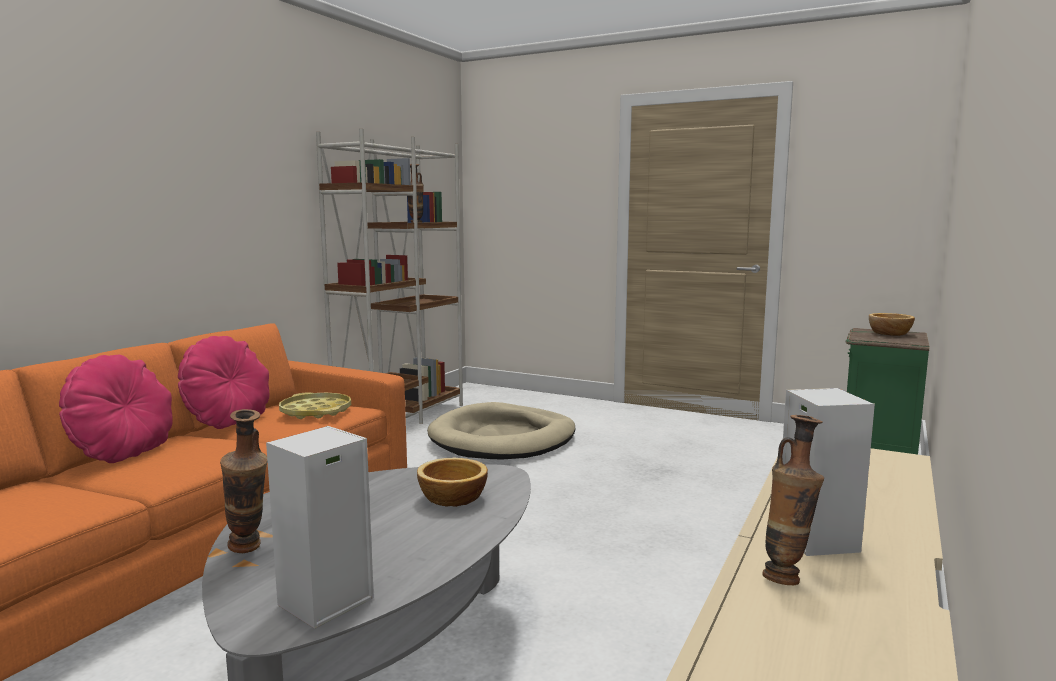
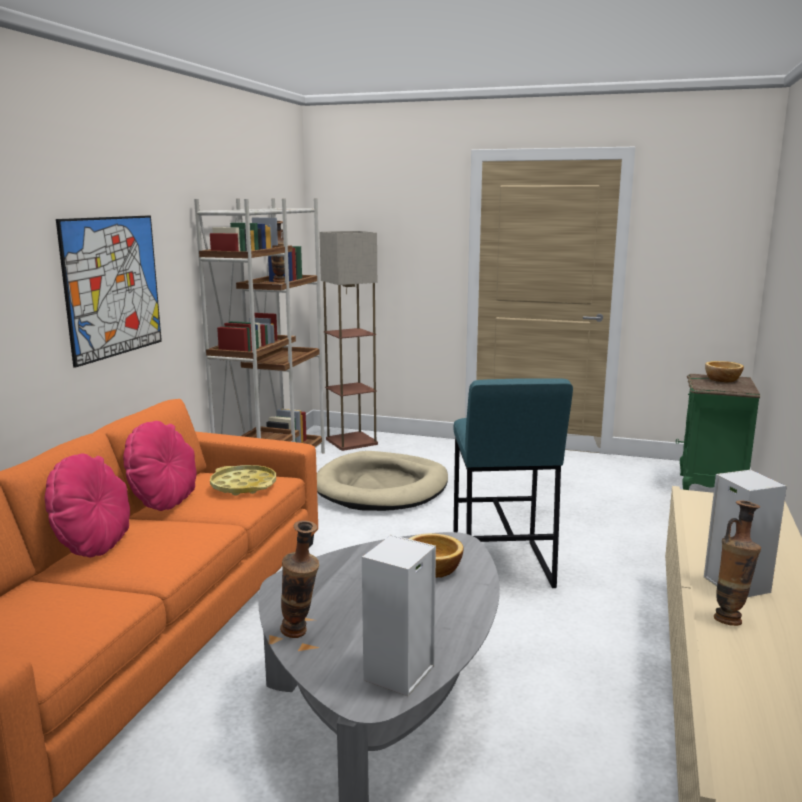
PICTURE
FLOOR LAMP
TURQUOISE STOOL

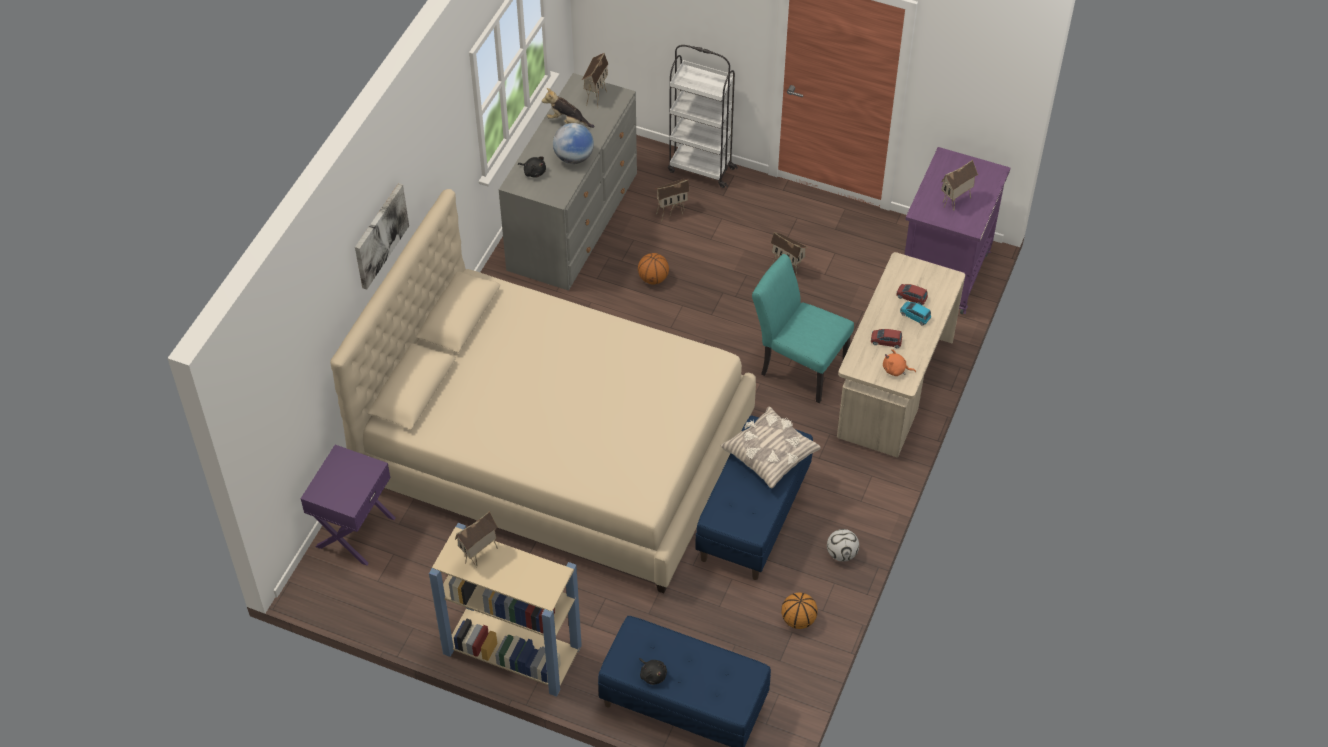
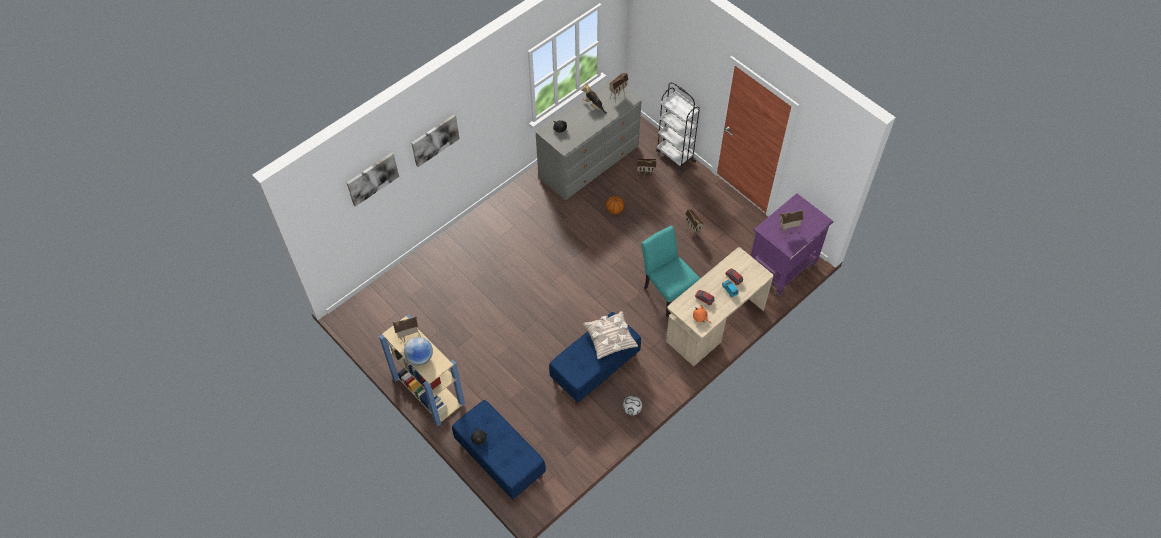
PURPLE NIGHTSTAND
BEIGE BED
BASKETBALL (2nd from left in the first image)
PICTURE (1st from left)
GLOBE

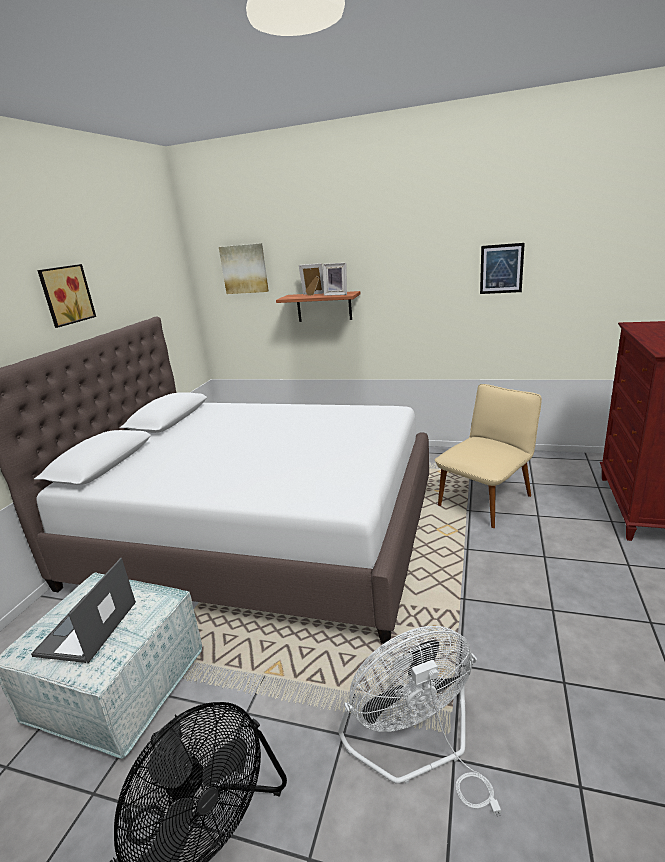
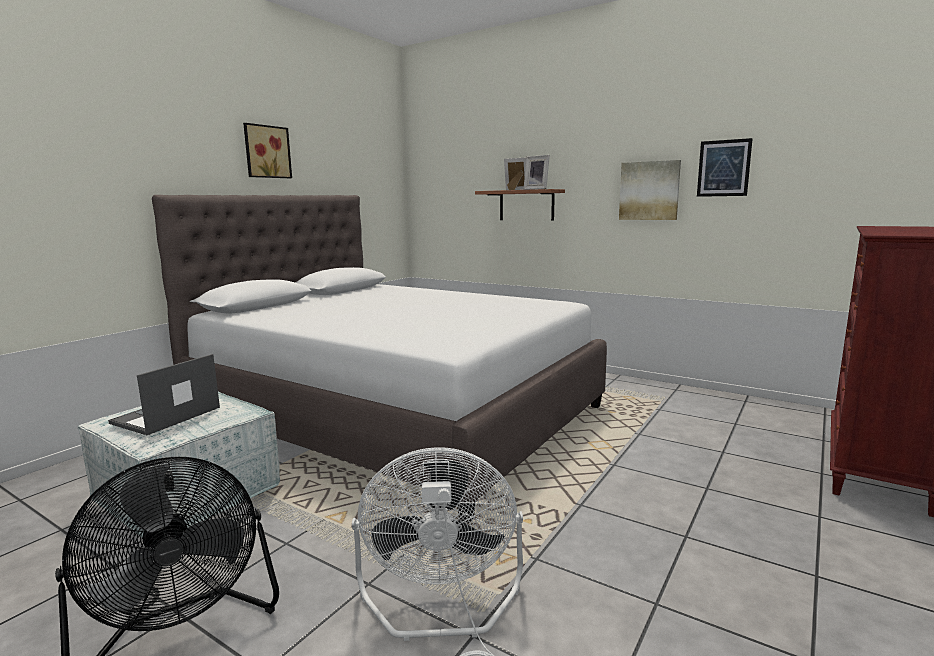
BEIGE CHAIR
PICTURE (2nd from left)

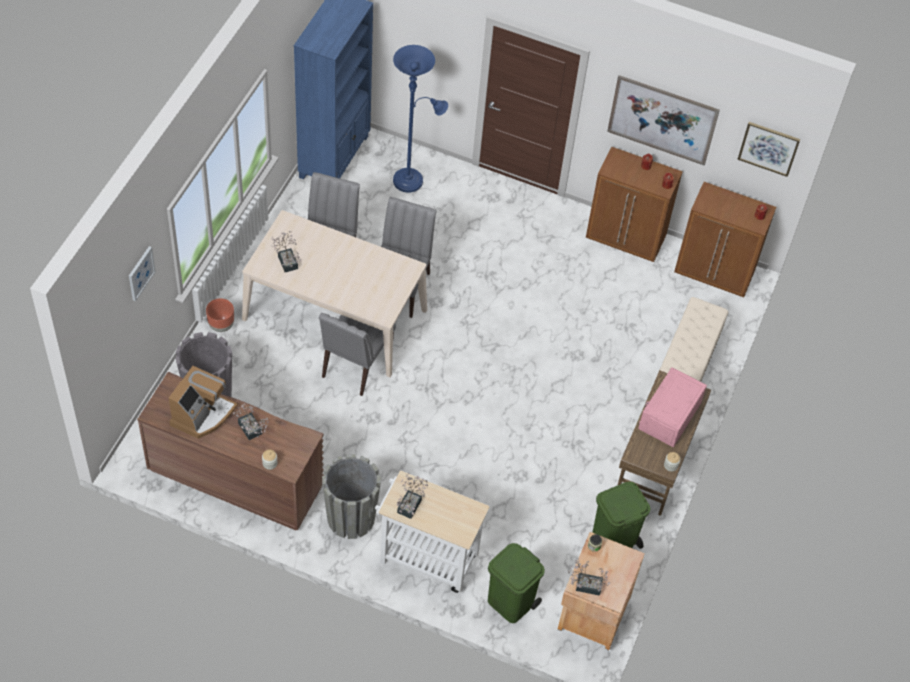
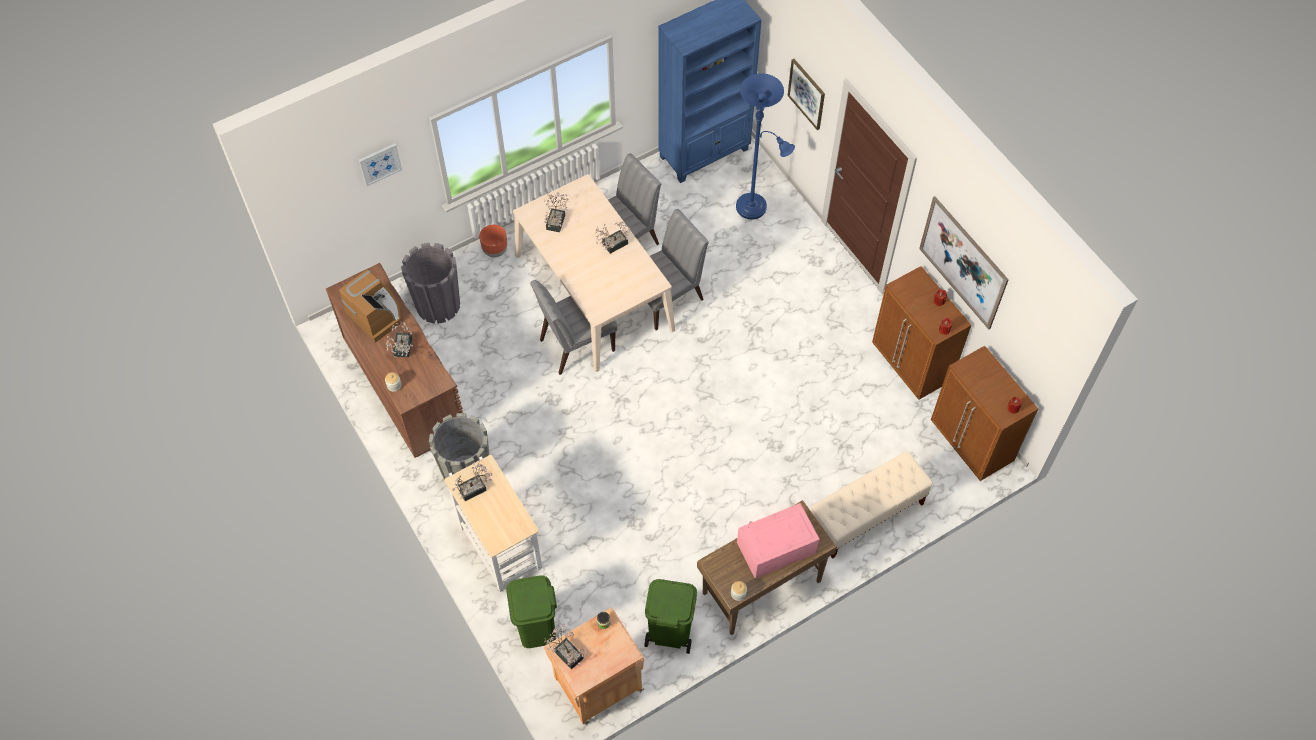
POTTED PLANT (5th from left)
PICTURE (2nd from left)
COFFEE MACHINE

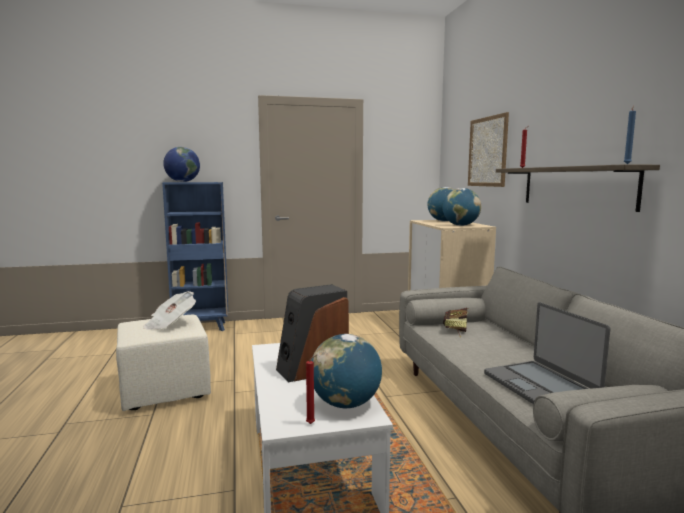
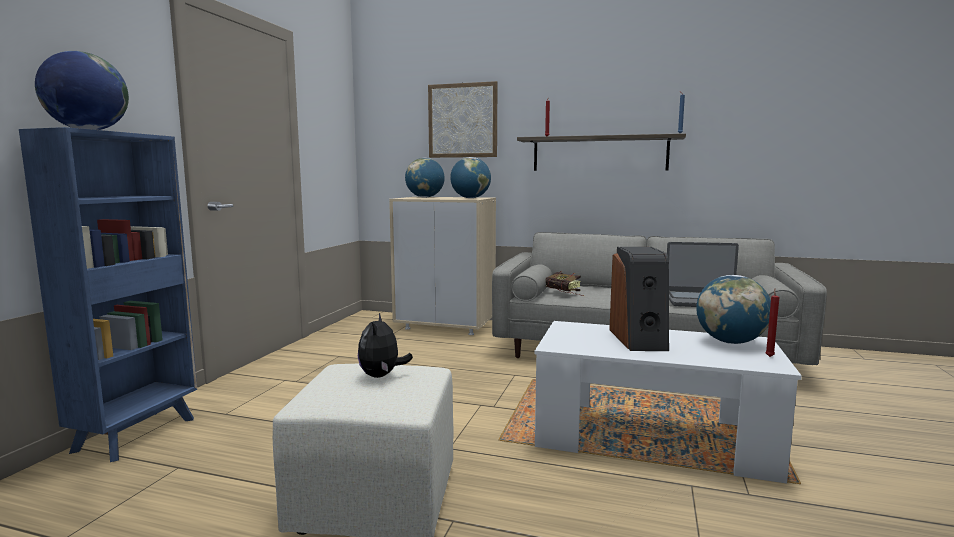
PLUSH TOY

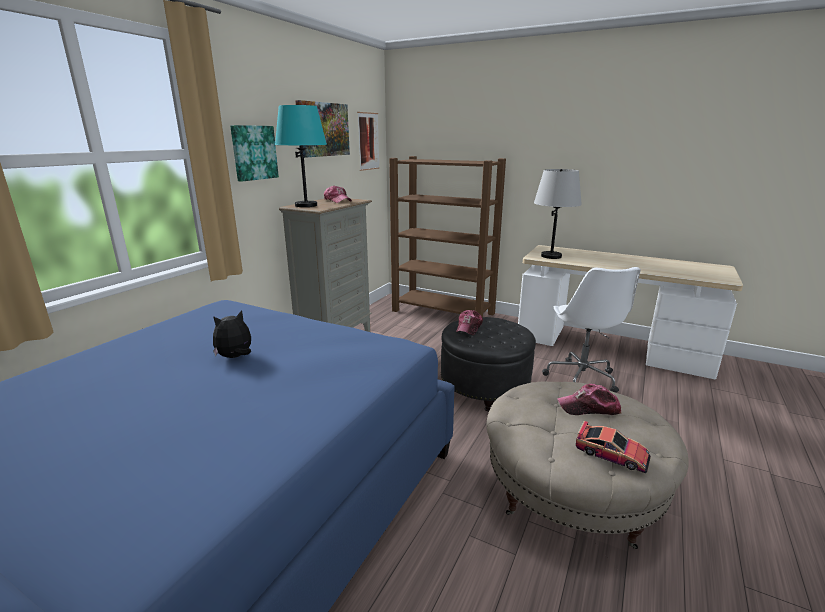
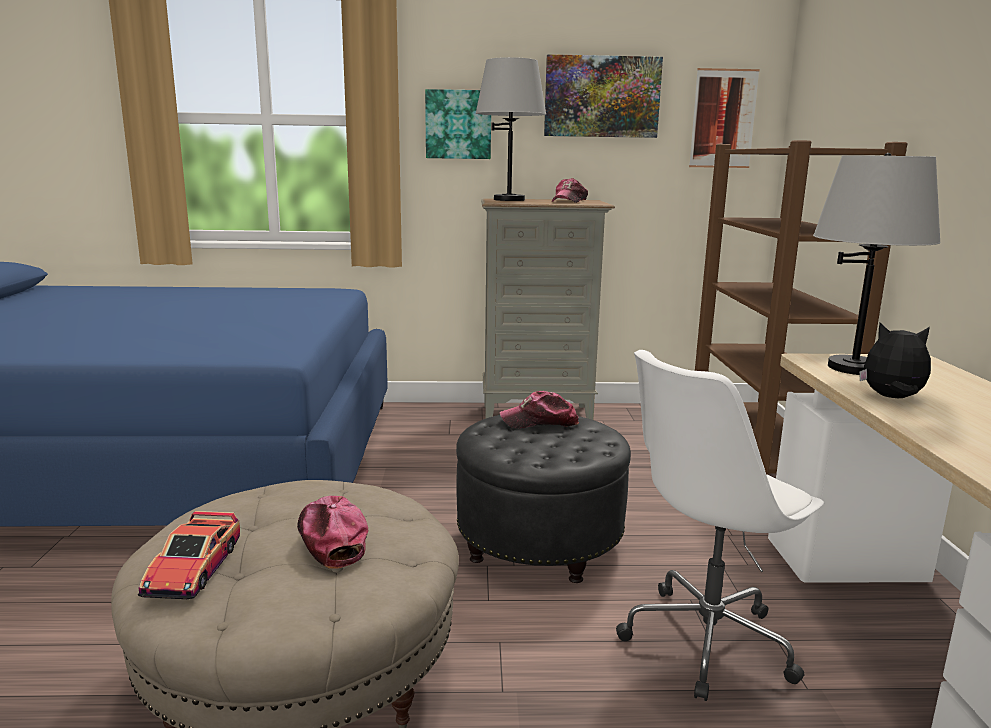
PLUSH TOY
GREY TABLE LAMP (1st from left)

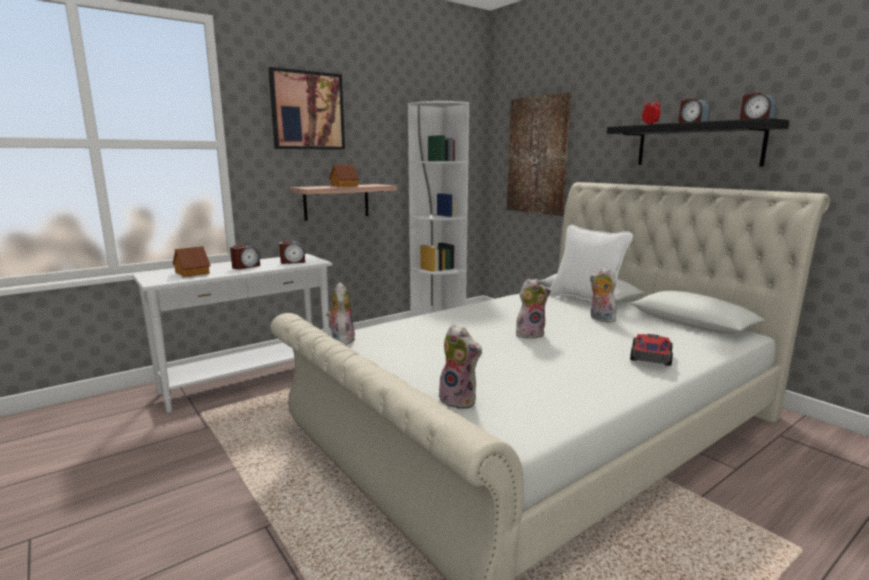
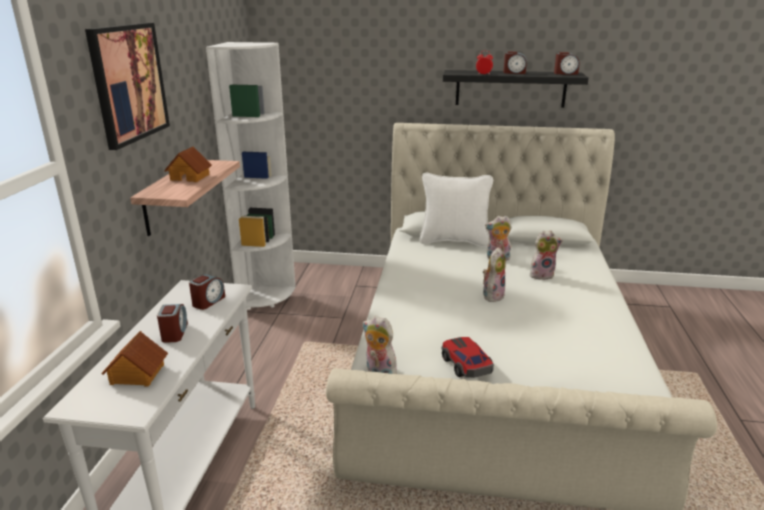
PICTURE (2nd from left in the first image)
PLUSH TOY (4th from left)
TOY CAR

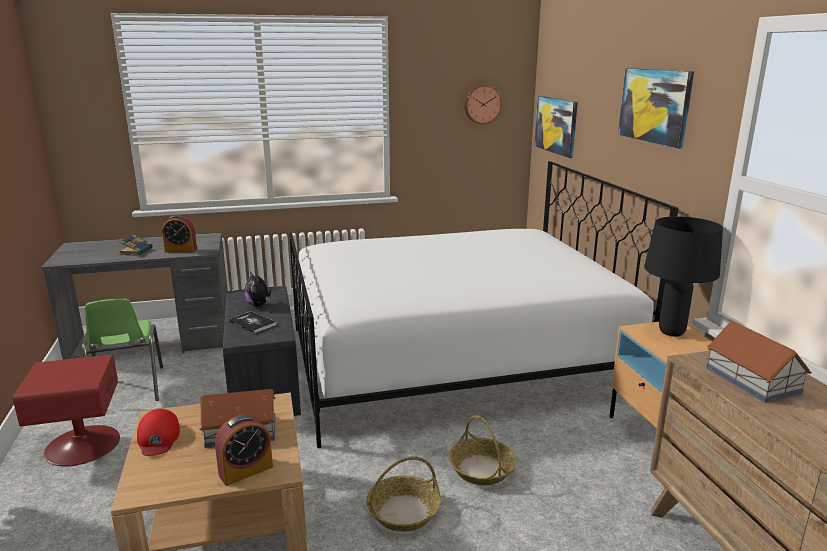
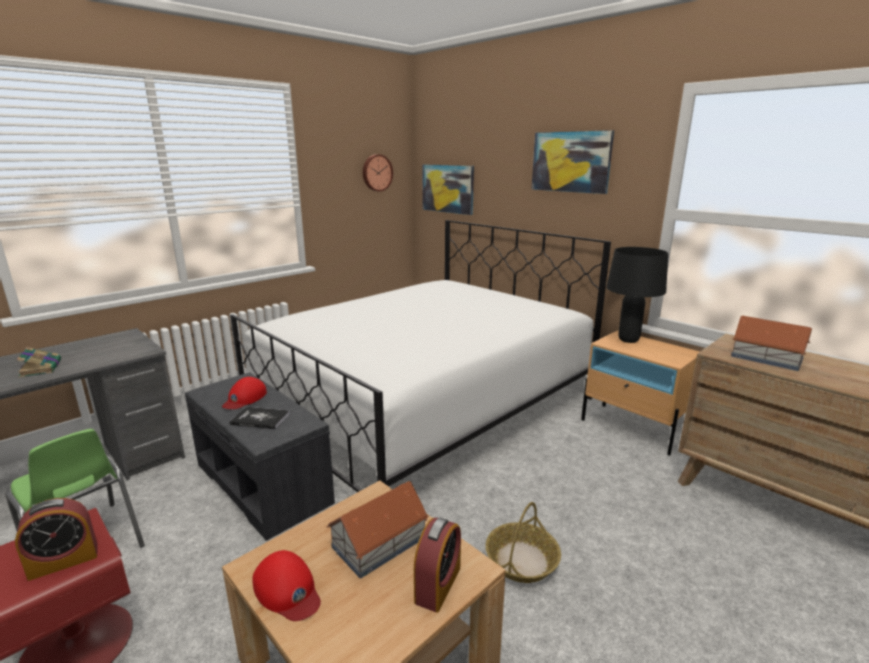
BASKET (2nd from left in the first image)
ALARM CLOCK (1st from left)
RED CAP (1st from left)

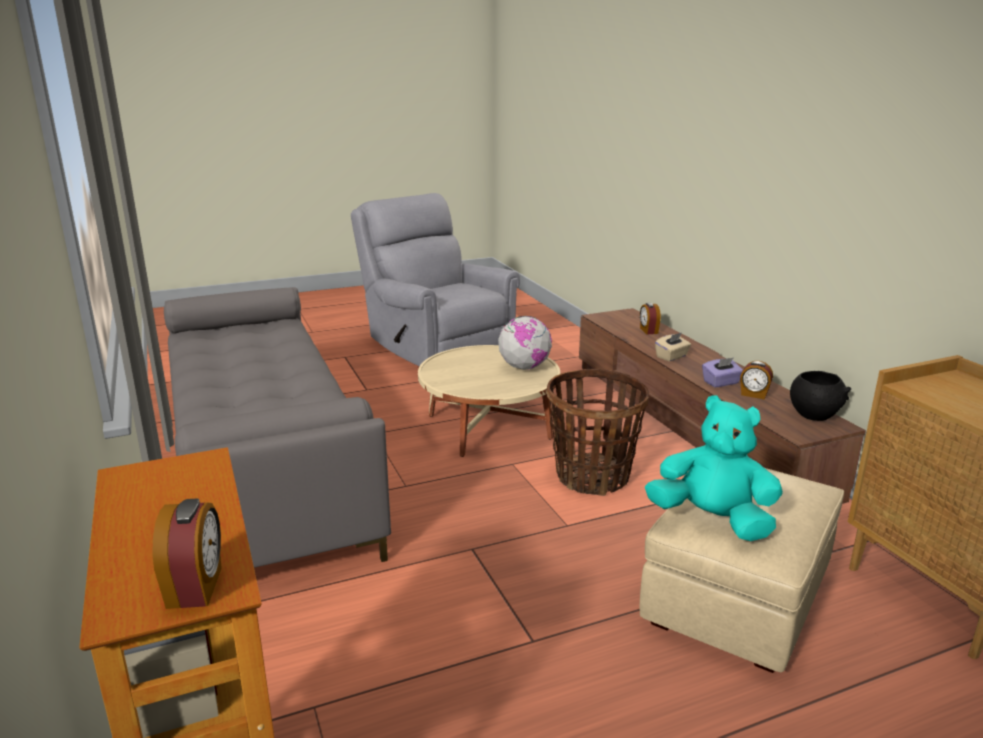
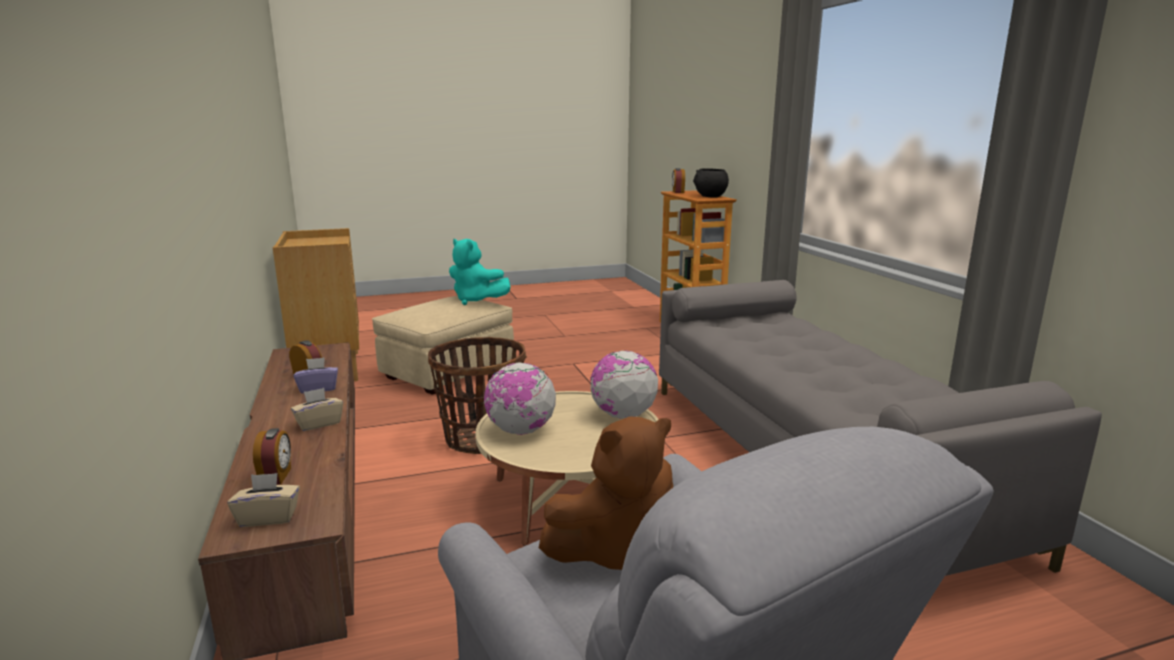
BEIGE TISSUE BOX (1st from left)
BROWN PLUSH TOY
GLOBE (2nd from left)
BLACK BOWL

